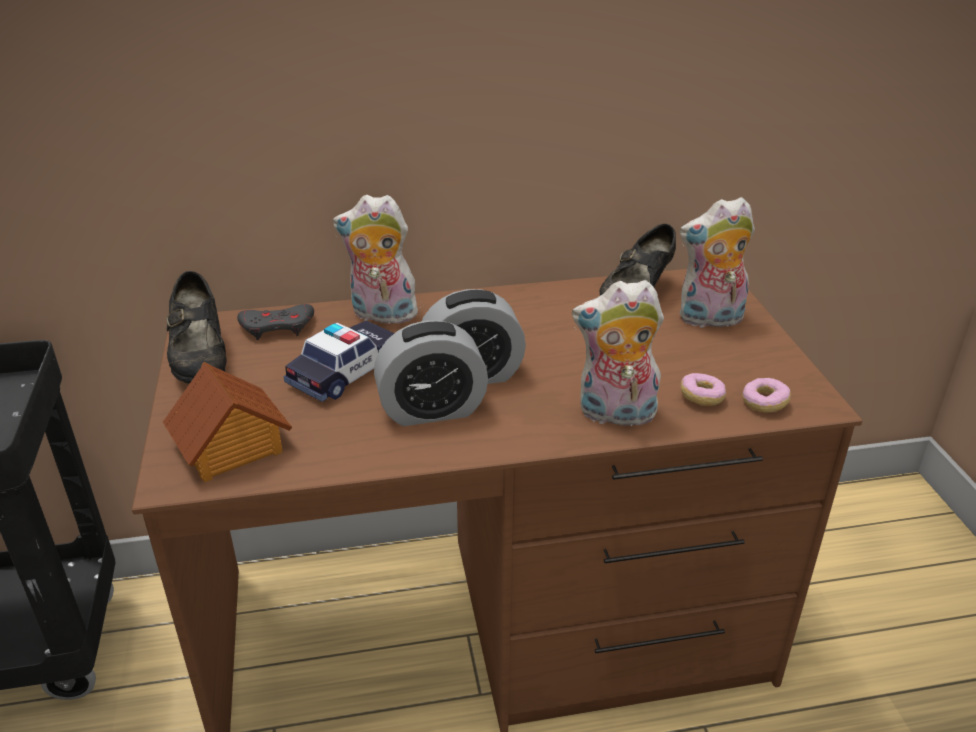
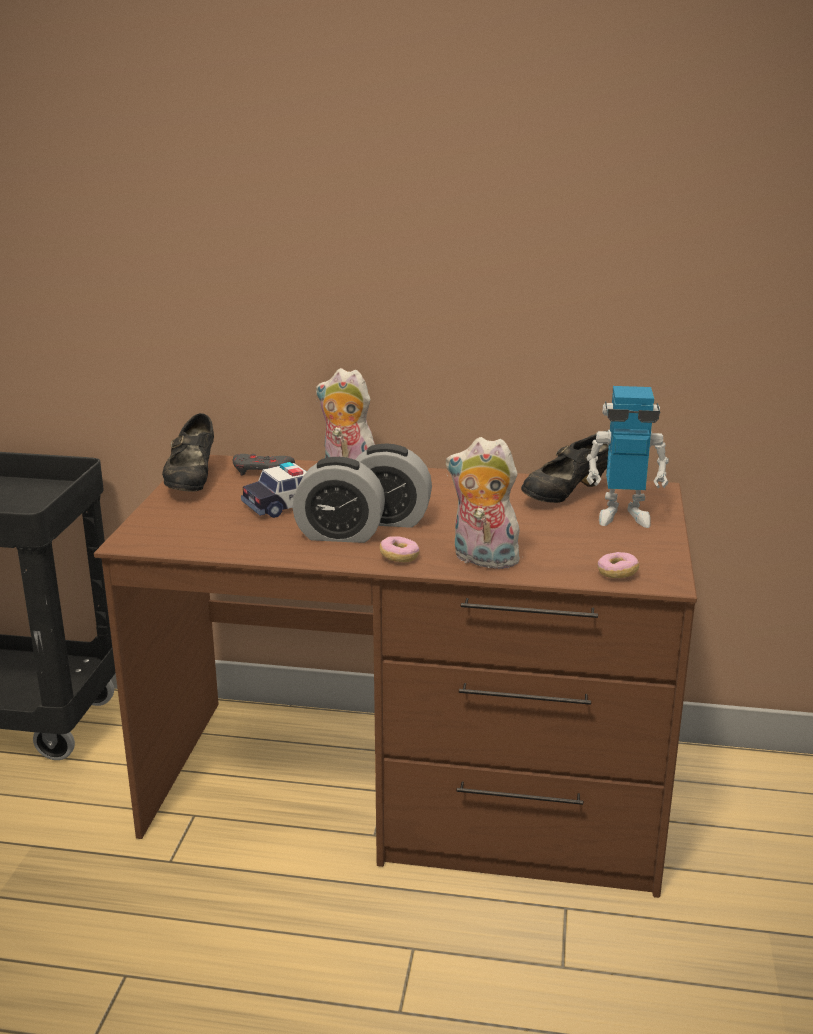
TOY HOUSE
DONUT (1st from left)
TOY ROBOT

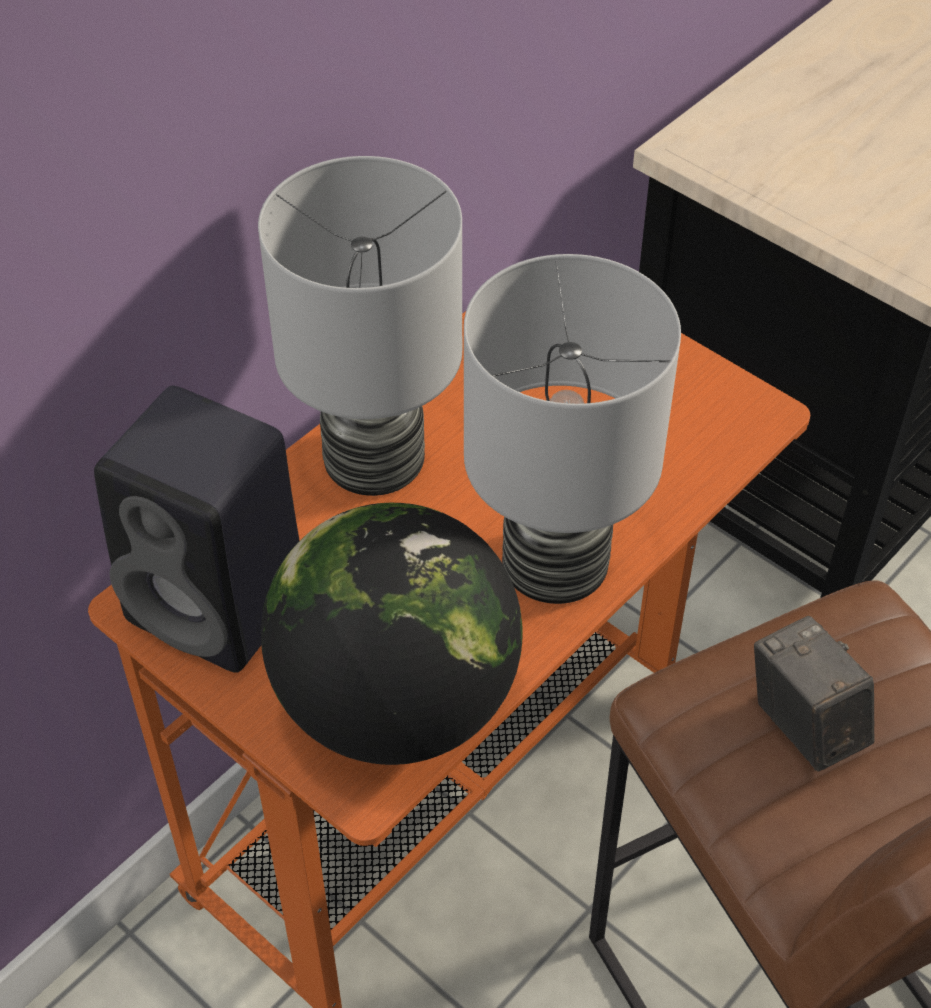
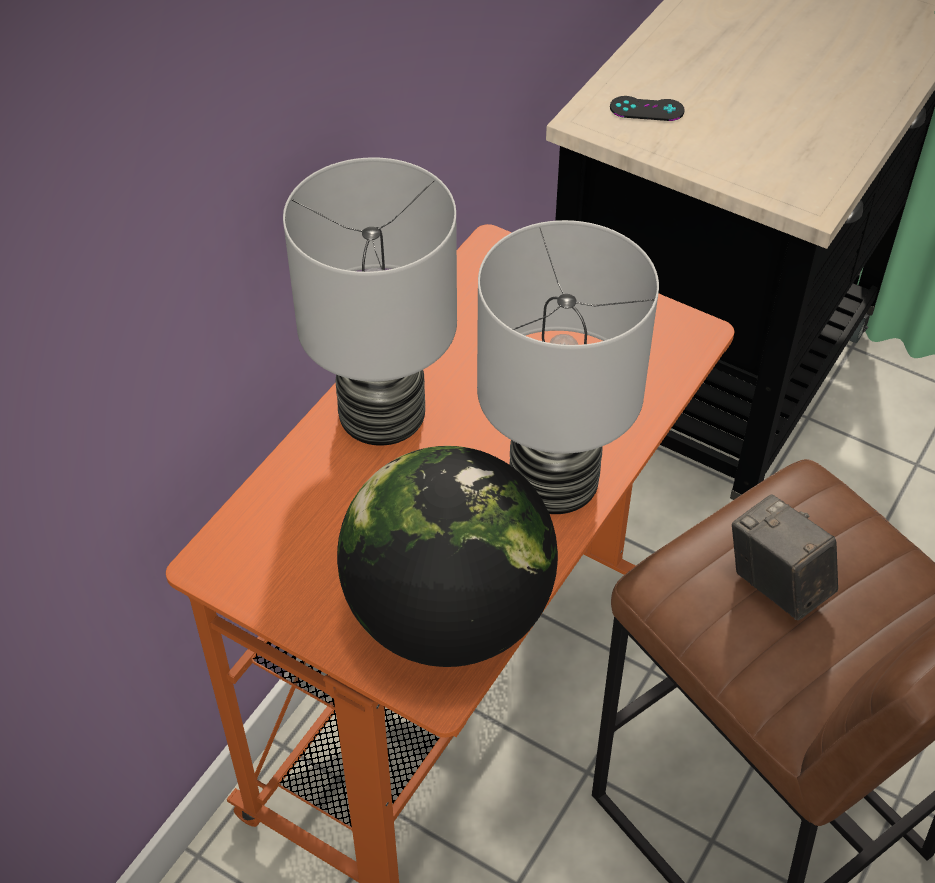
BLACK SPEAKER
BLACK GAME CONTROLLER

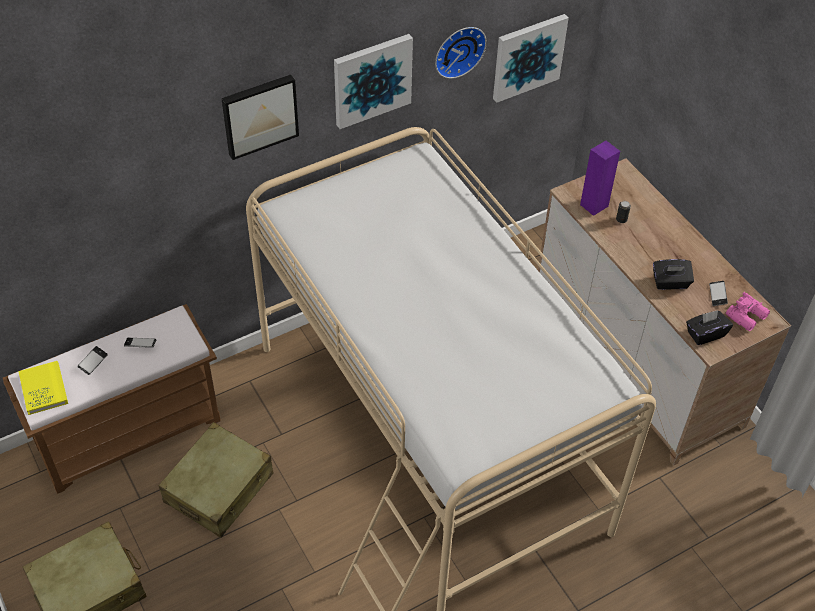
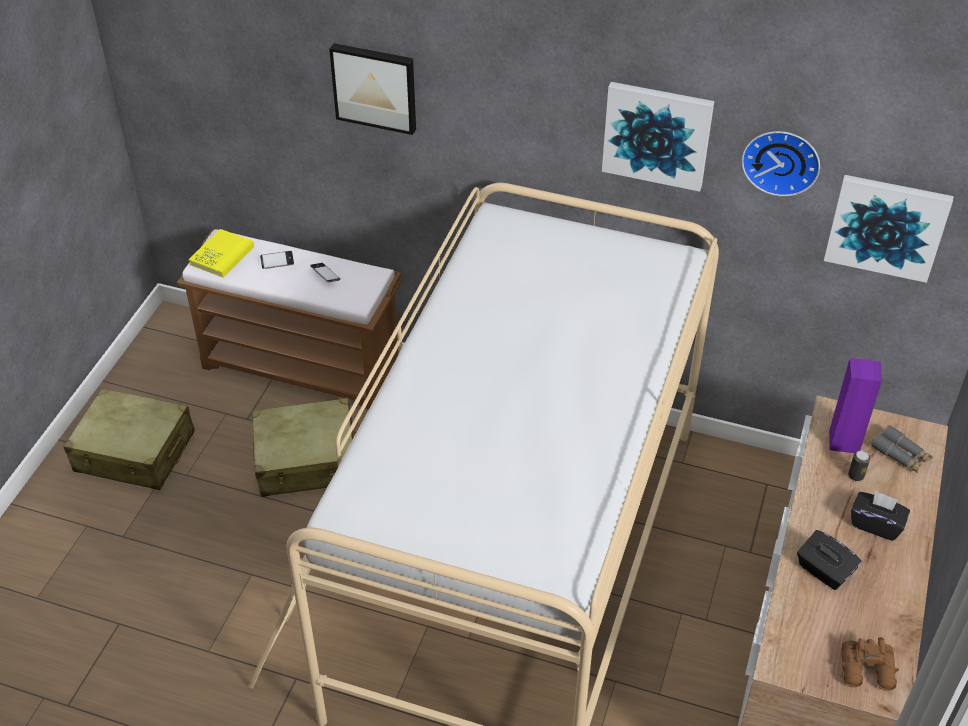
PHONE (3rd from left in the first image)
GREY BINOCULARS
PICTURE (1st from left)
BLACK TISSUE BOX (2nd from left)
BROWN BINOCULARS

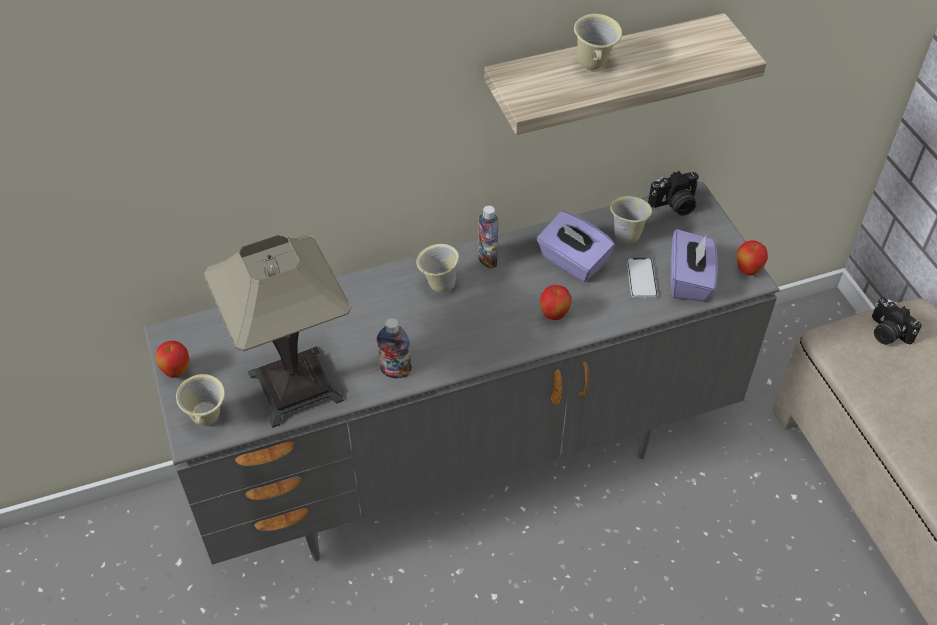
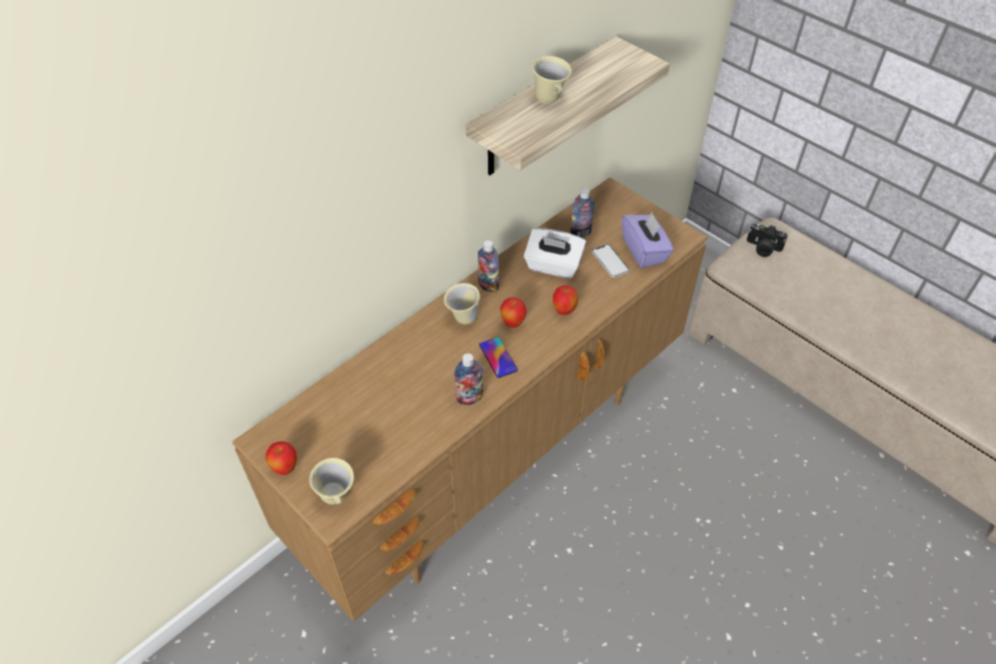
TABLE LAMP
PHOTO CAMERA (1st from left in the first image)
PHONE (1st from left)
APPLE (2nd from left)
BOTTLE (3rd from left)
BROWN DRESSER
WHITE TISSUE BOX

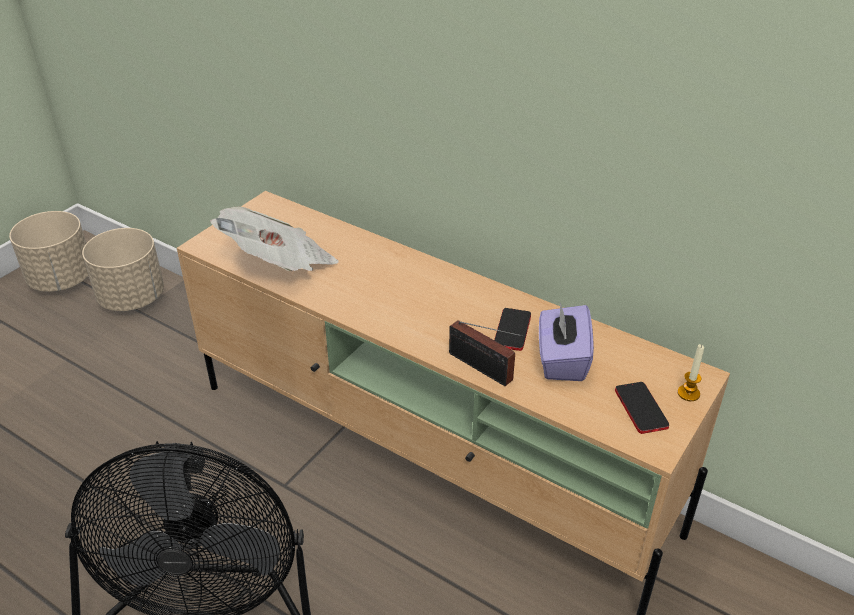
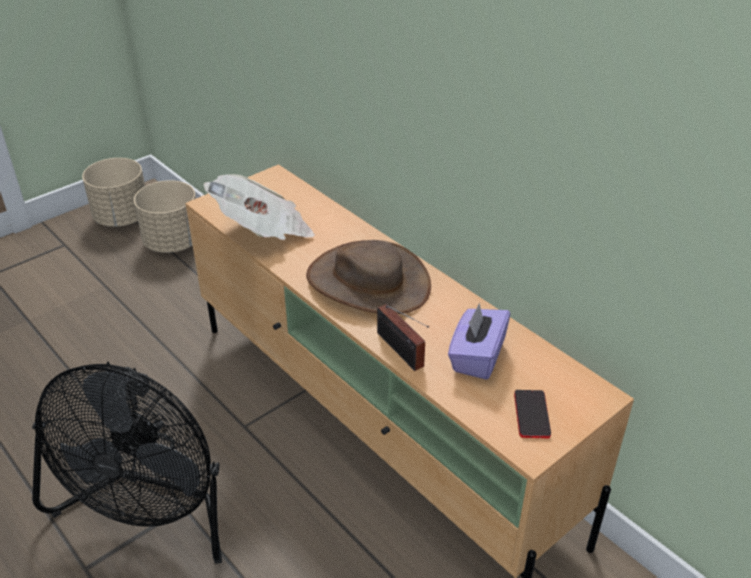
PHONE (1st from left in the first image)
CANDLE
BROWN HAT

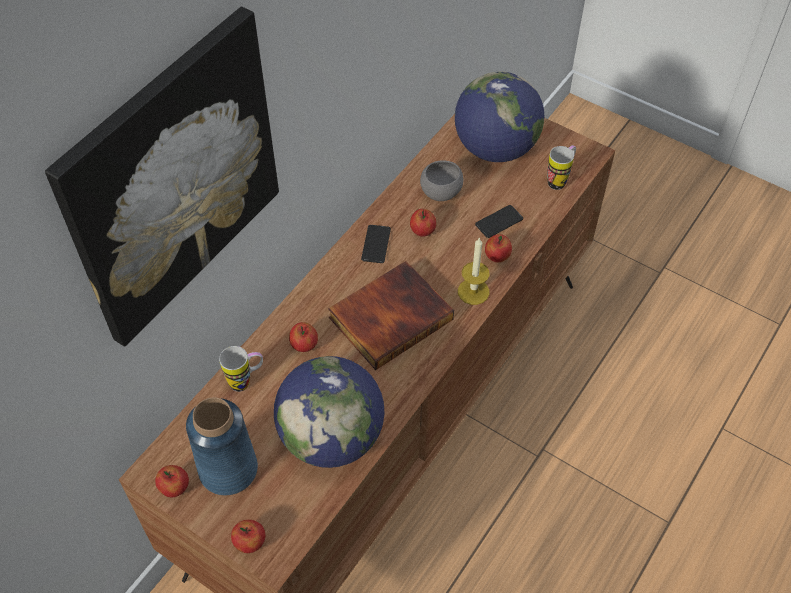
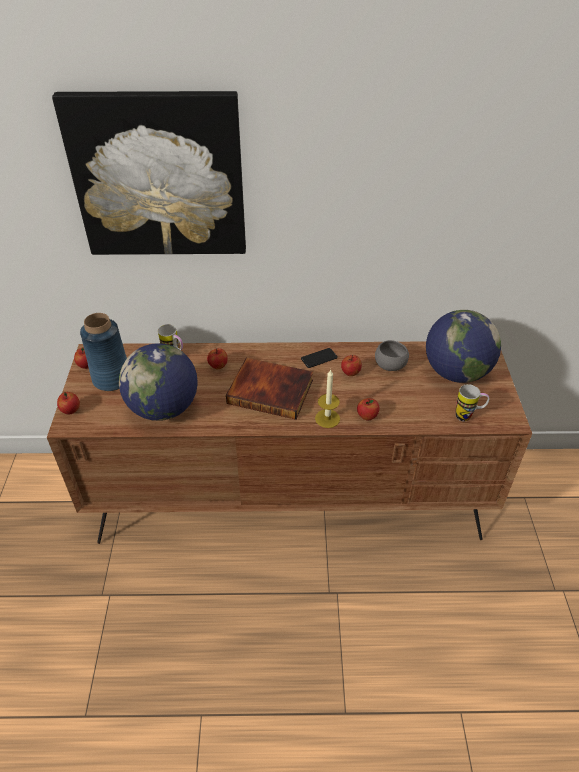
PHONE (2nd from left in the first image)

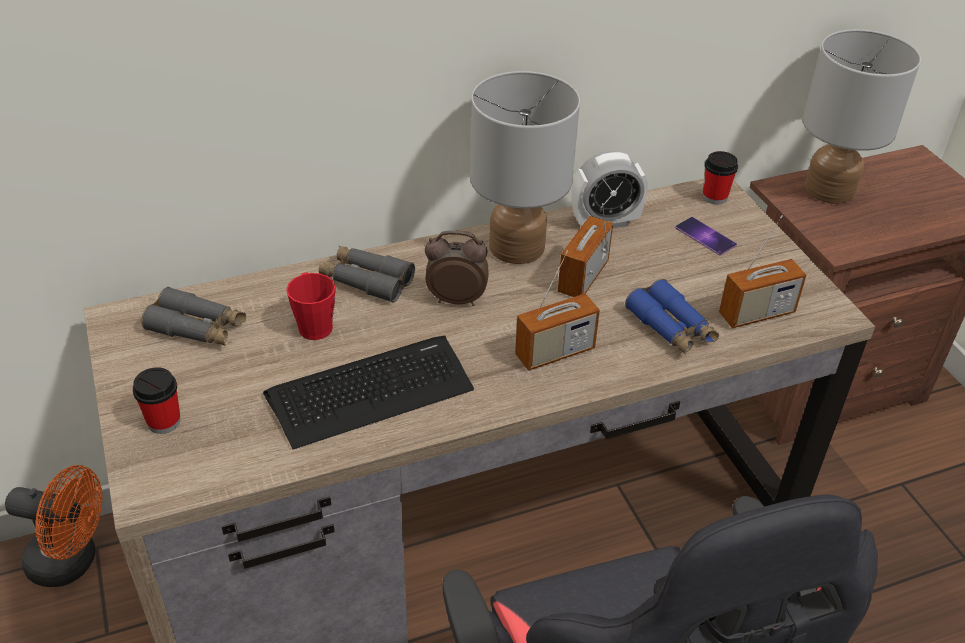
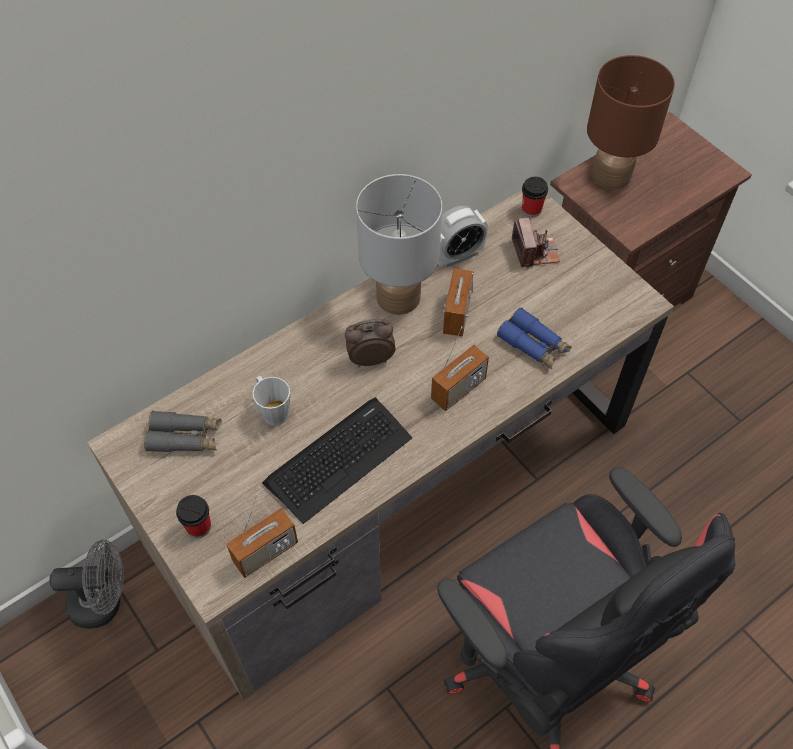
GREY BINOCULARS (2nd from left in the first image)
RADIO (1st from left)
PHOTO CAMERA
GREY FAN
GREY MUG
BROWN TABLE LAMP

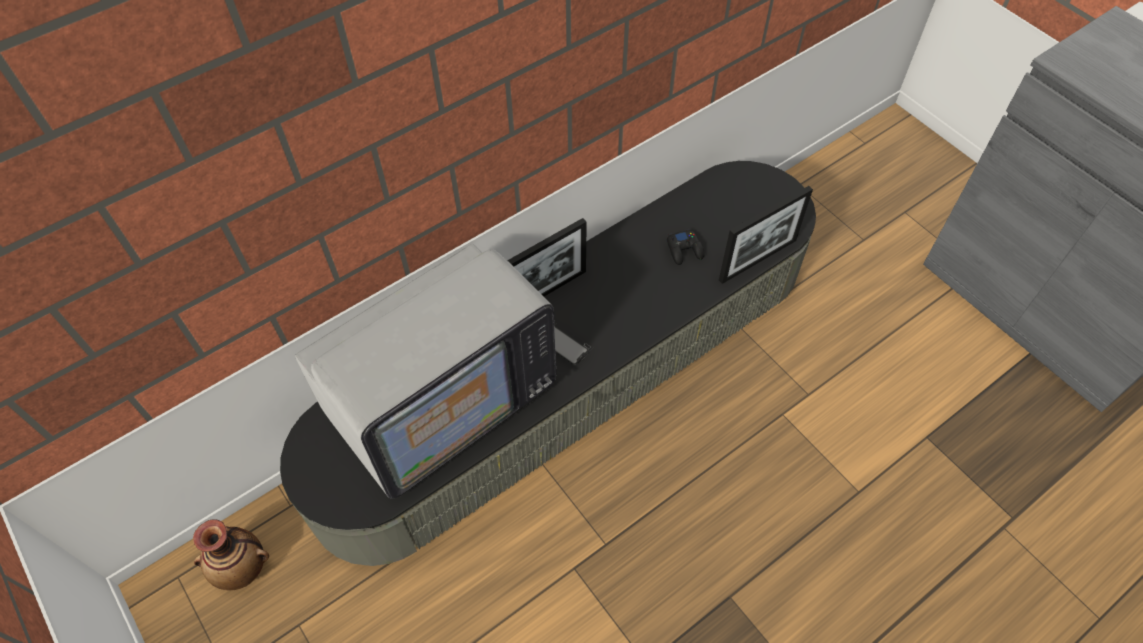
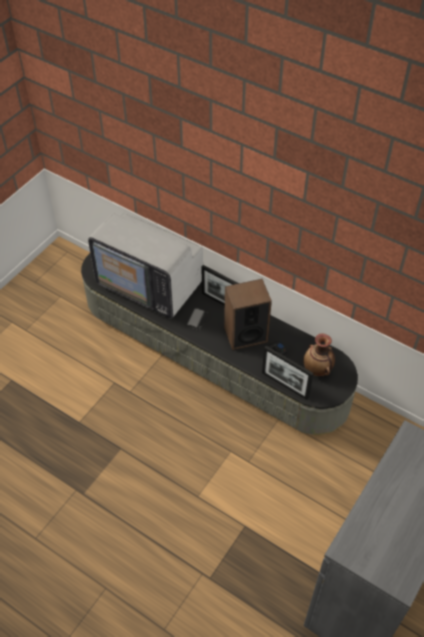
SPEAKER
VASE

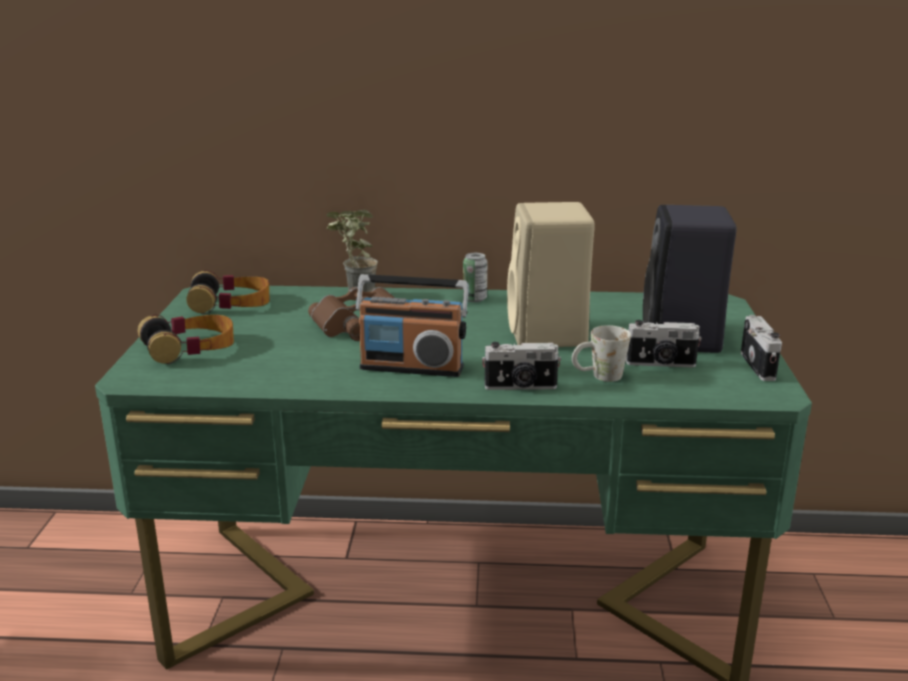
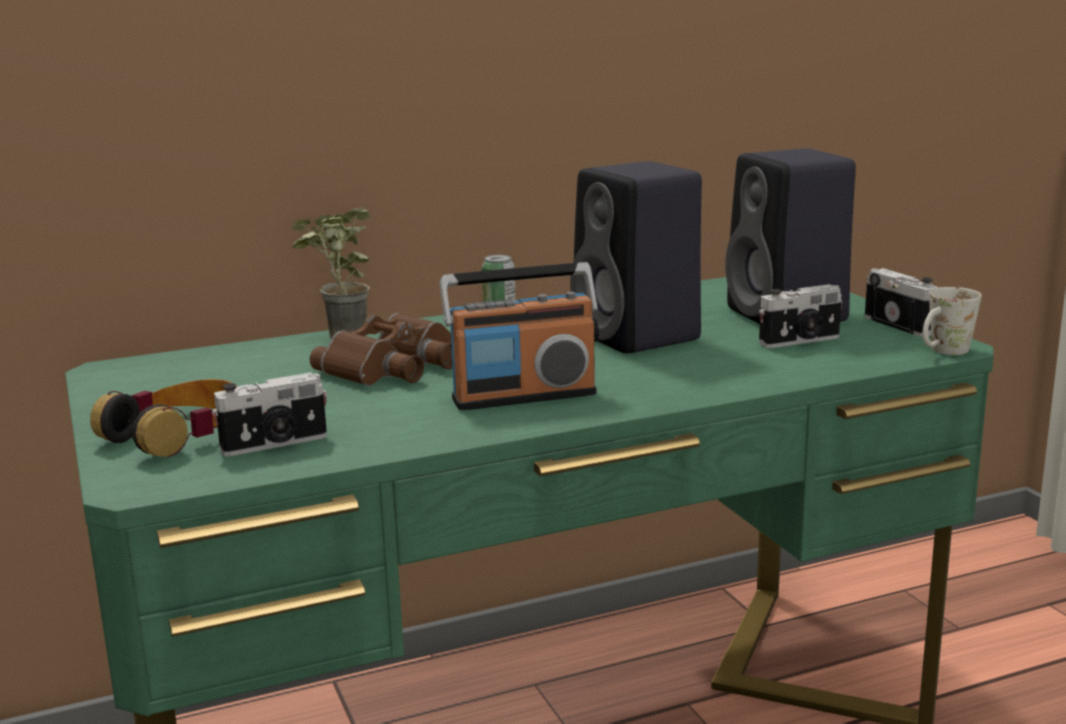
HEADPHONES (2nd from left in the first image)
PHOTO CAMERA (1st from left)
WHITE MUG
BLACK SPEAKER (1st from left)

